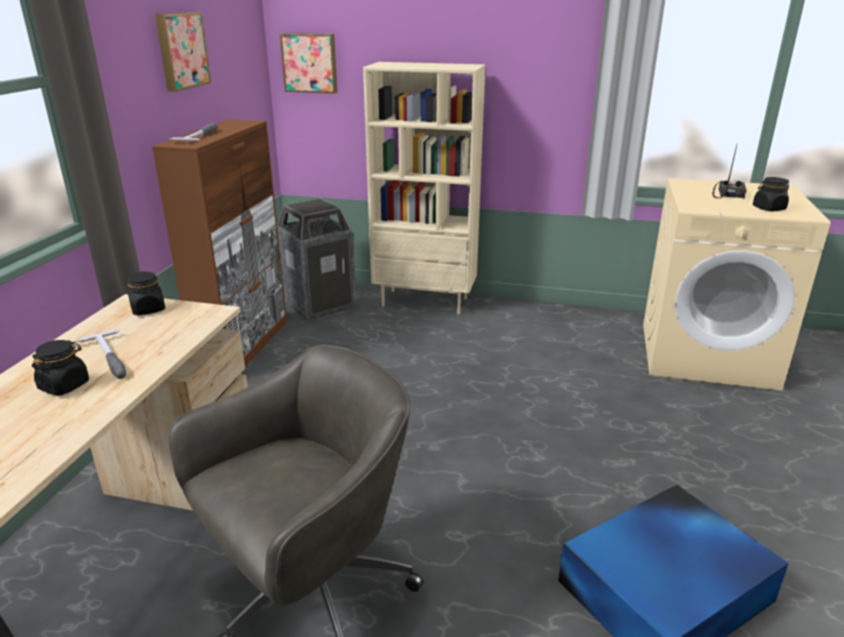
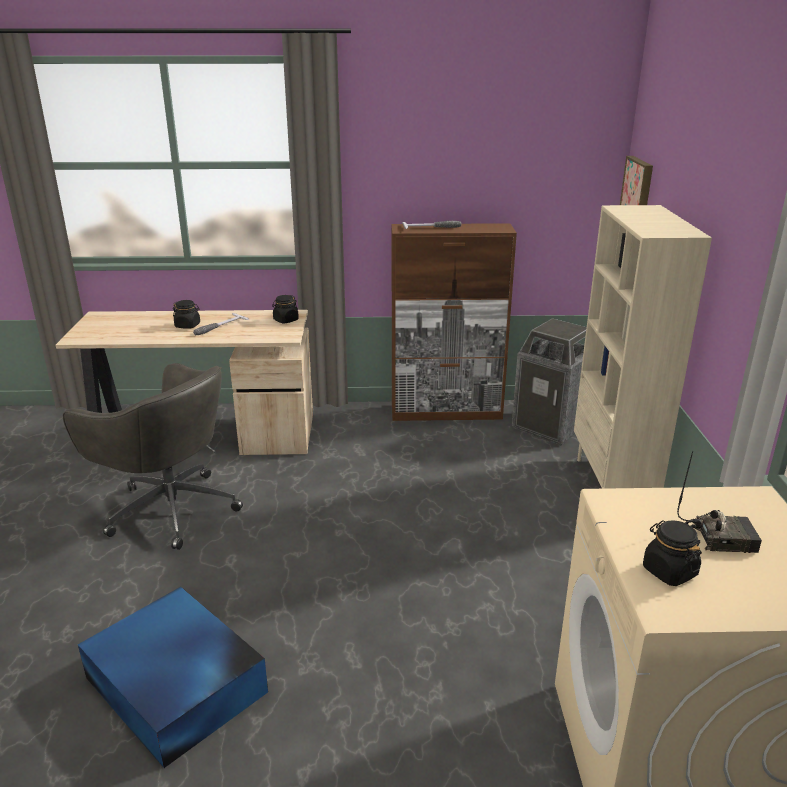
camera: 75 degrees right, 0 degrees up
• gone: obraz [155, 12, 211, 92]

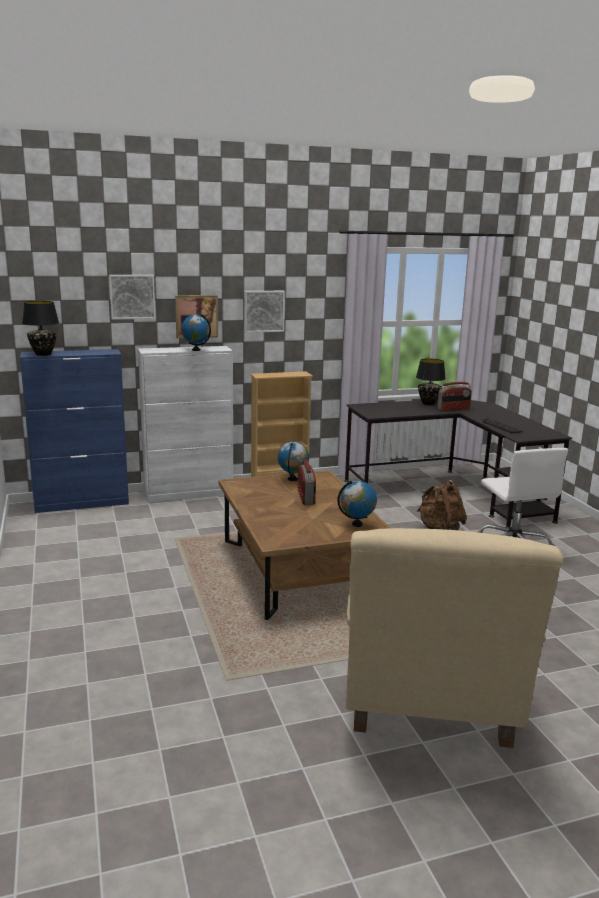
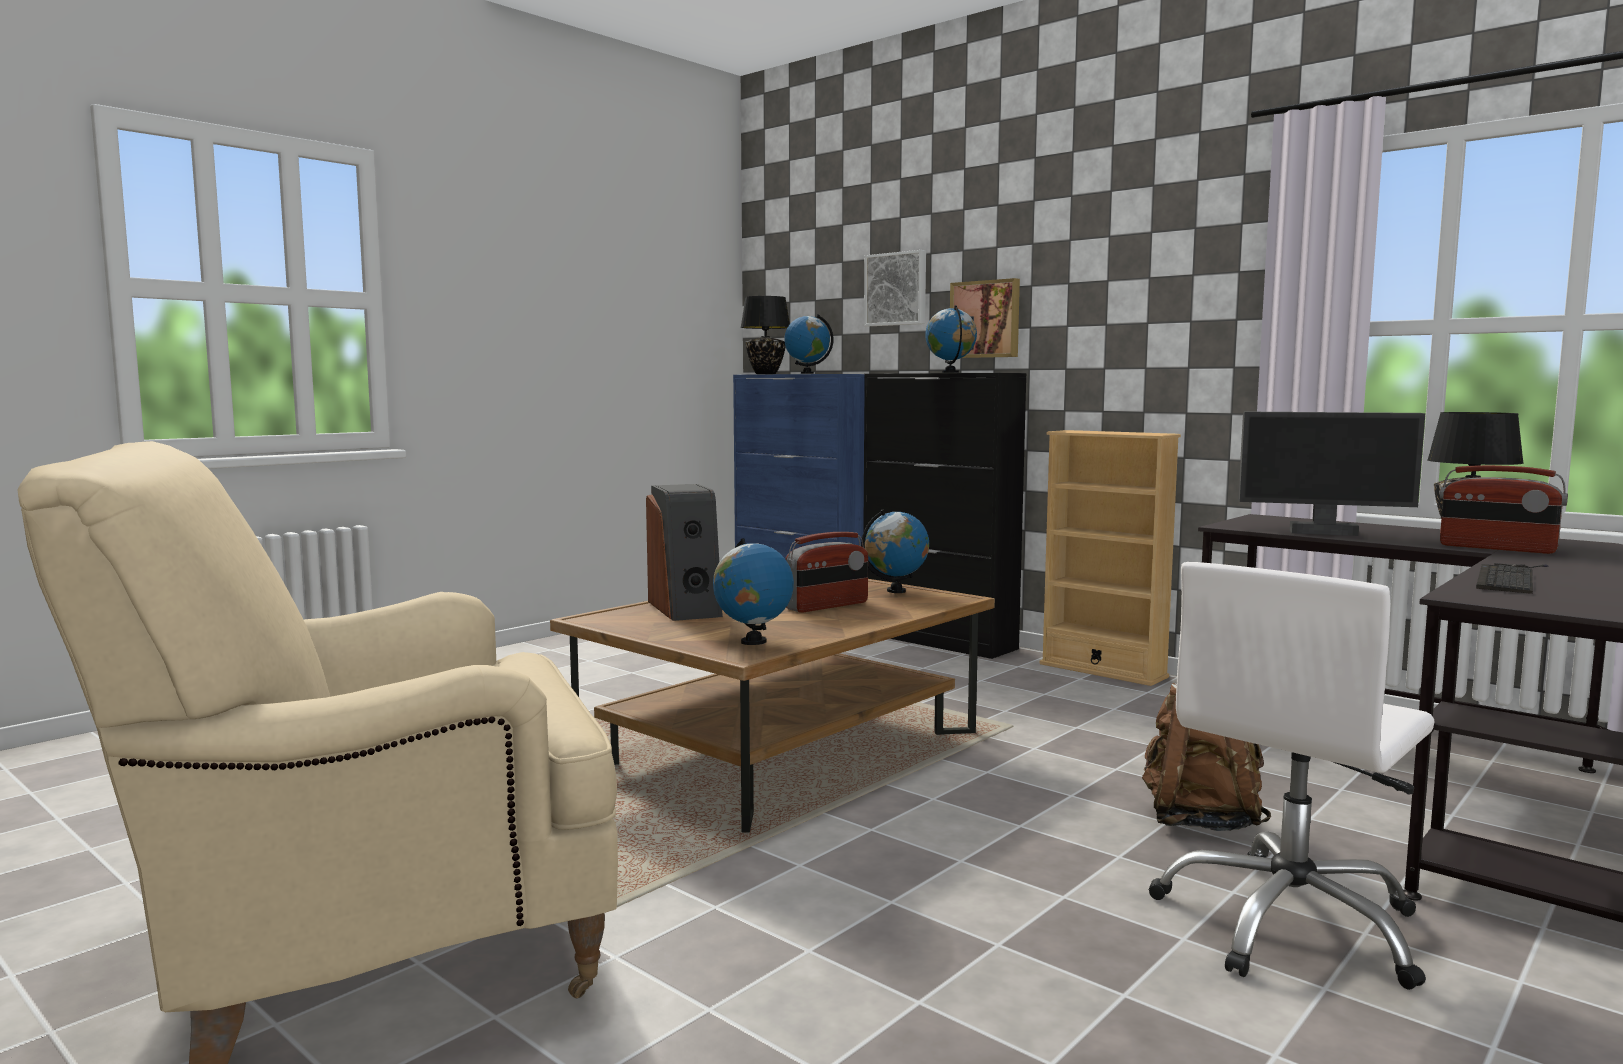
camera: 60 degrees right, 10 degrees down
• gone: obraz [244, 291, 285, 333]
• new: głośnik [646, 484, 723, 621]
• new: globus [784, 314, 833, 374]
• new: monitor [1238, 411, 1425, 536]
• repainted: szafka (biały) [138, 346, 233, 503] to szafka (czarny) [863, 373, 1027, 659]

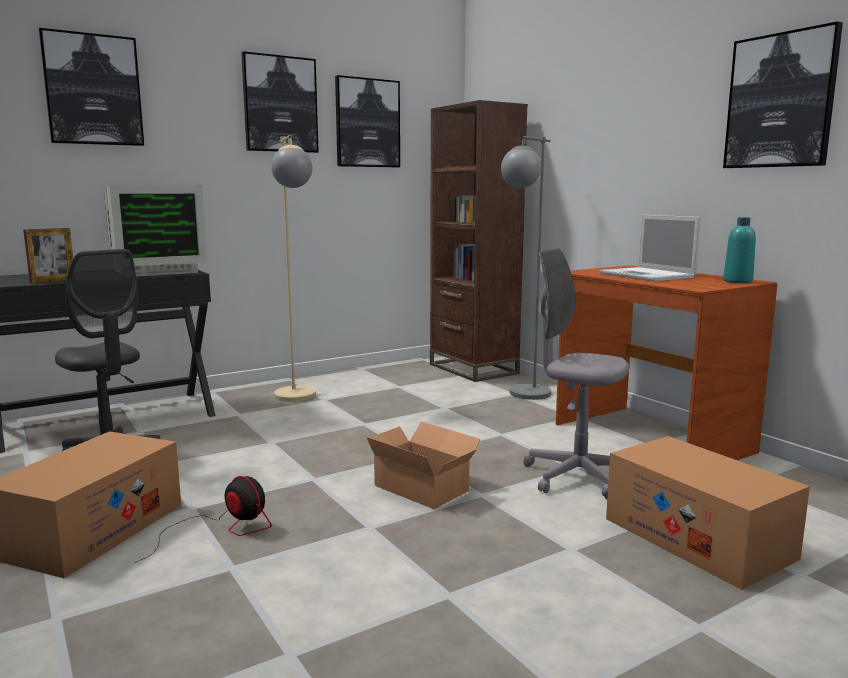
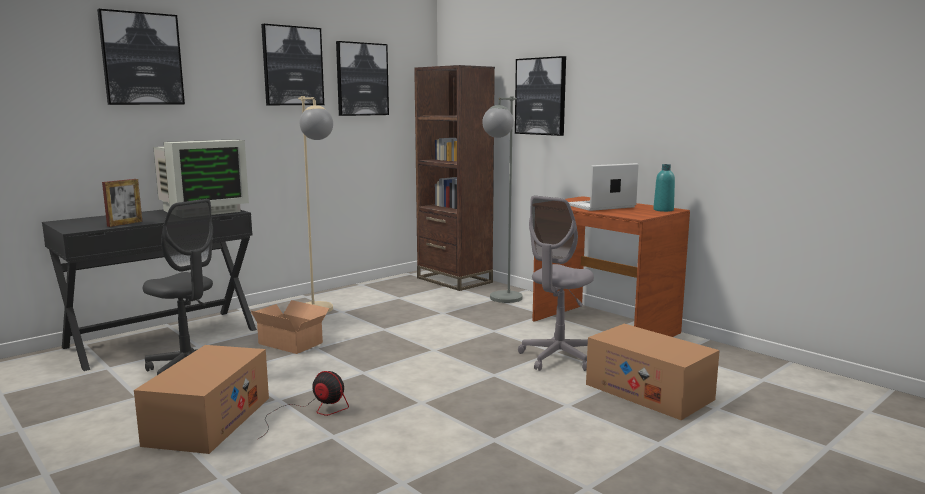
camera: 10 degrees left, 0 degrees up
• shifted: karton [366, 422, 480, 509] to [251, 300, 329, 354]
• shifted: obraz [723, 21, 843, 168] to [515, 56, 566, 136]
• rotated: krzesło biurowe (szary) [523, 248, 629, 499] = [518, 196, 594, 371] 75 degrees counterclockwise
• rotated: laptop [600, 215, 701, 282] = [569, 163, 639, 211] 105 degrees clockwise

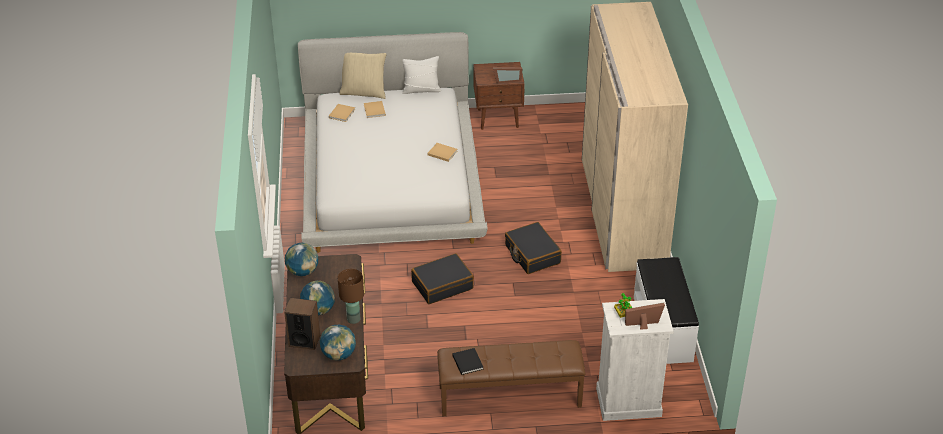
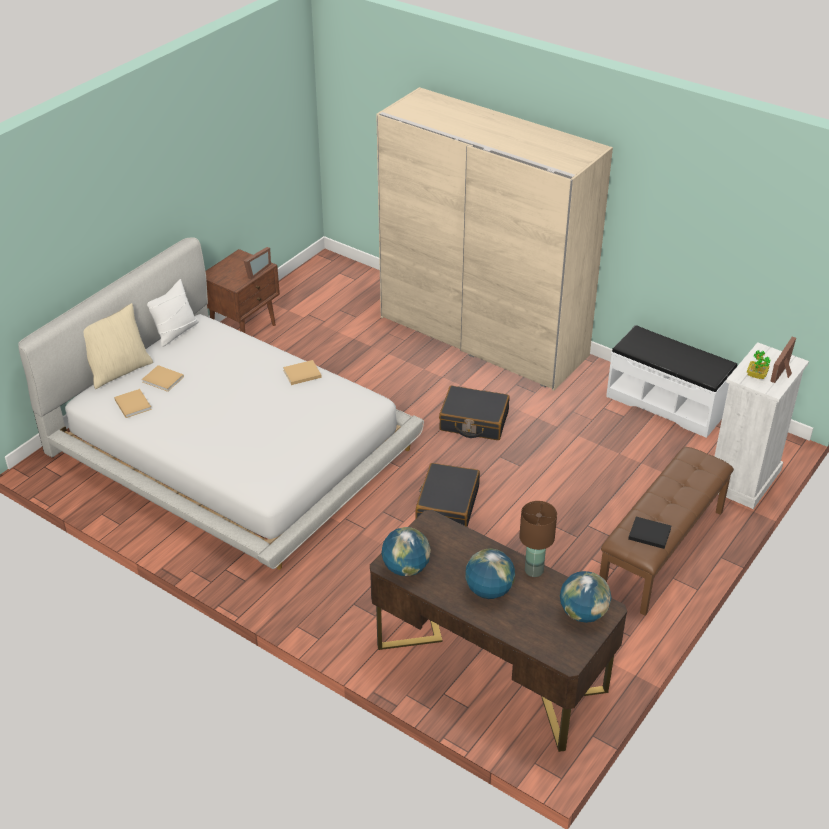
camera: 50 degrees left, 0 degrees up
• gone: głośnik [284, 298, 320, 350]

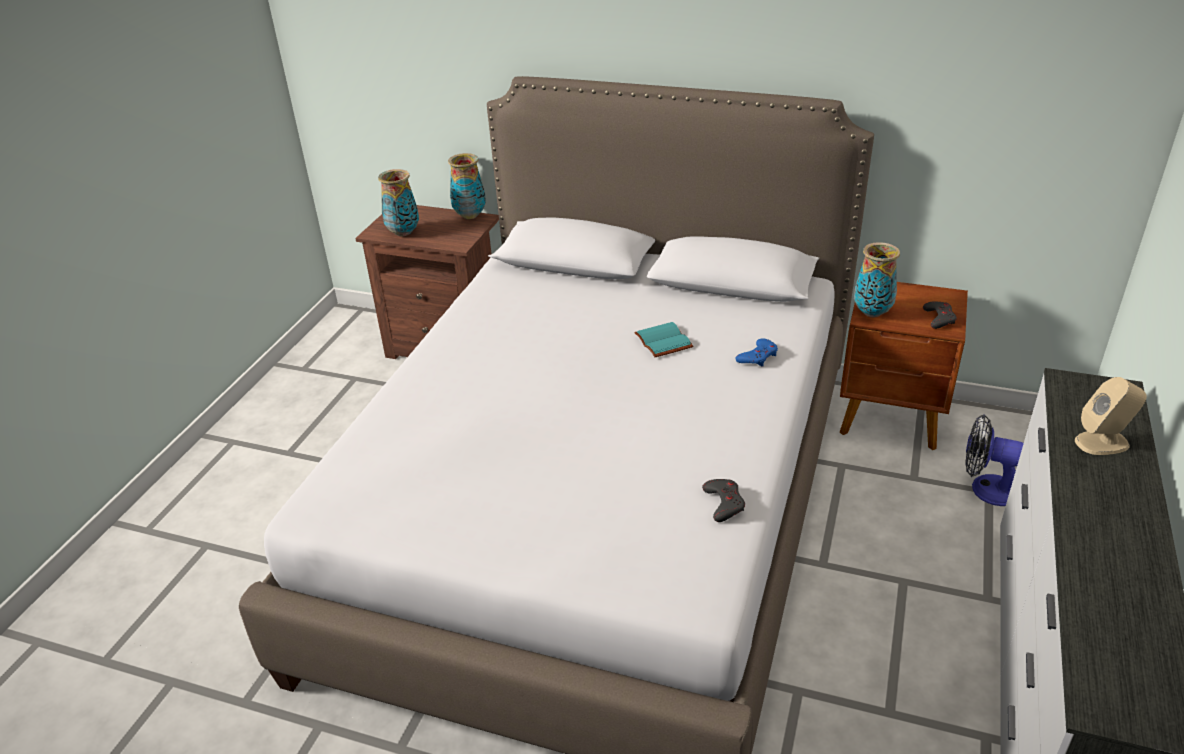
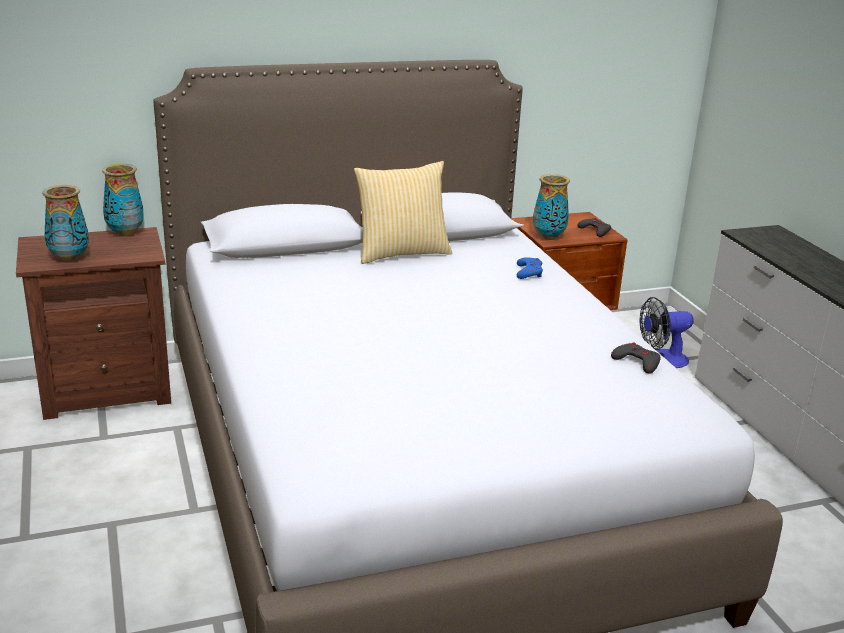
camera: 40 degrees left, 10 degrees down
• gone: książka (turkusowy) [634, 322, 693, 357]
• gone: głośnik (beżowy) [1075, 377, 1147, 455]
• new: poduszka [354, 161, 452, 264]

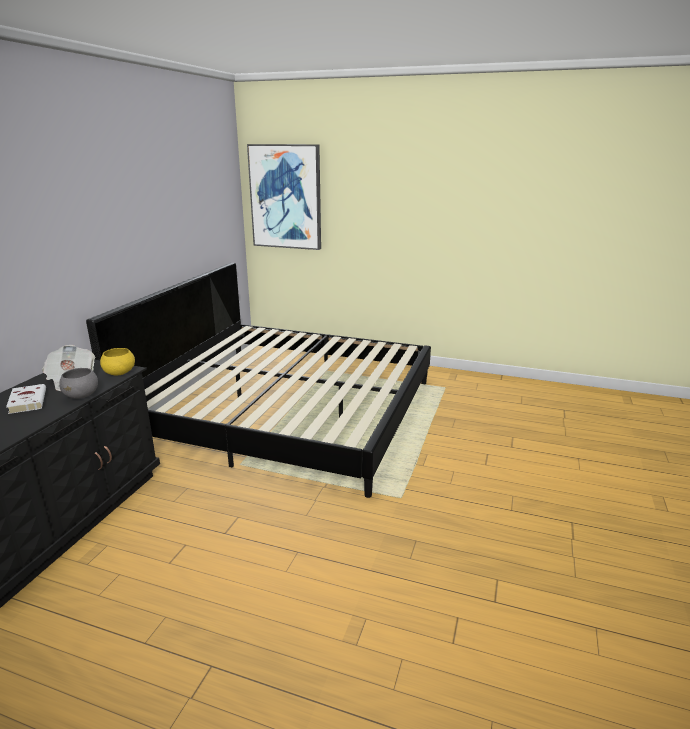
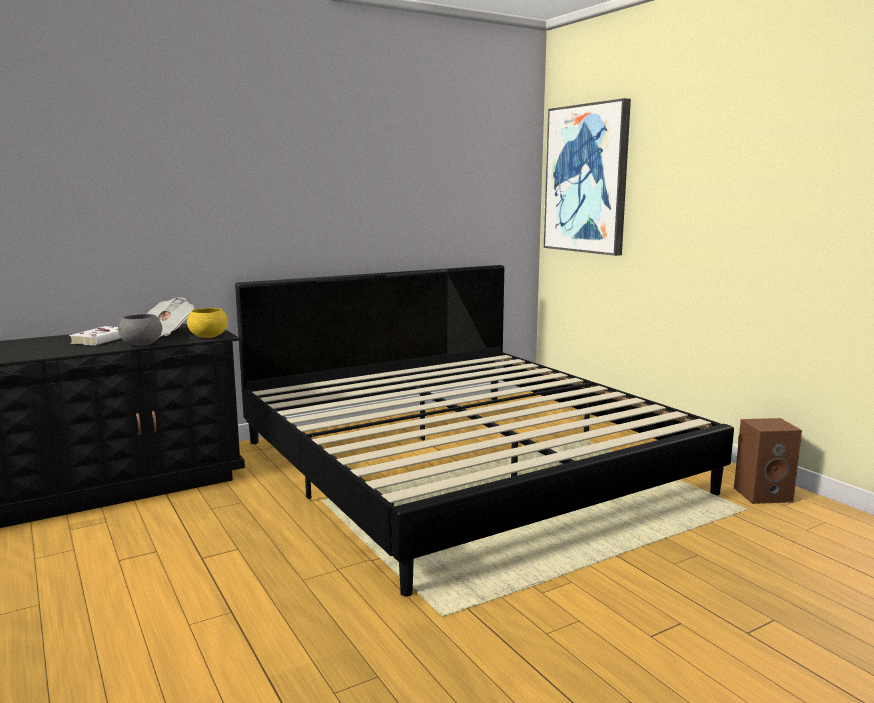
camera: 40 degrees right, 10 degrees down
• new: głośnik (brązowy) [734, 418, 802, 504]

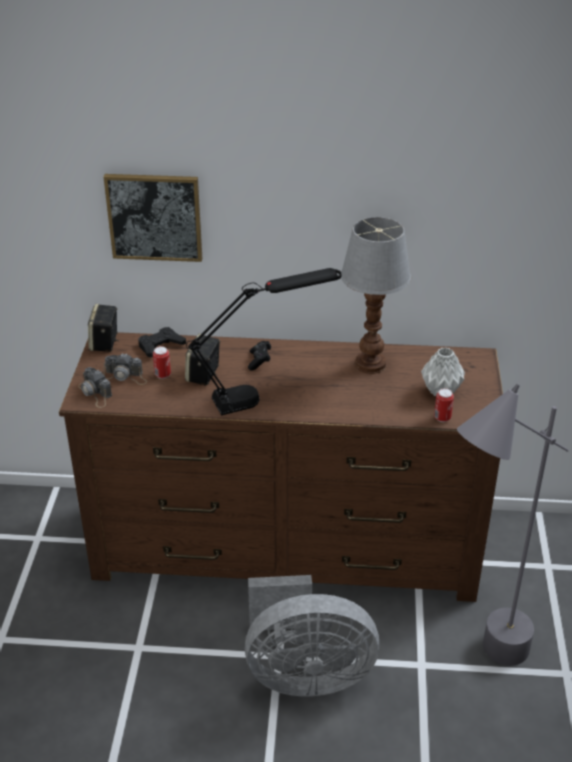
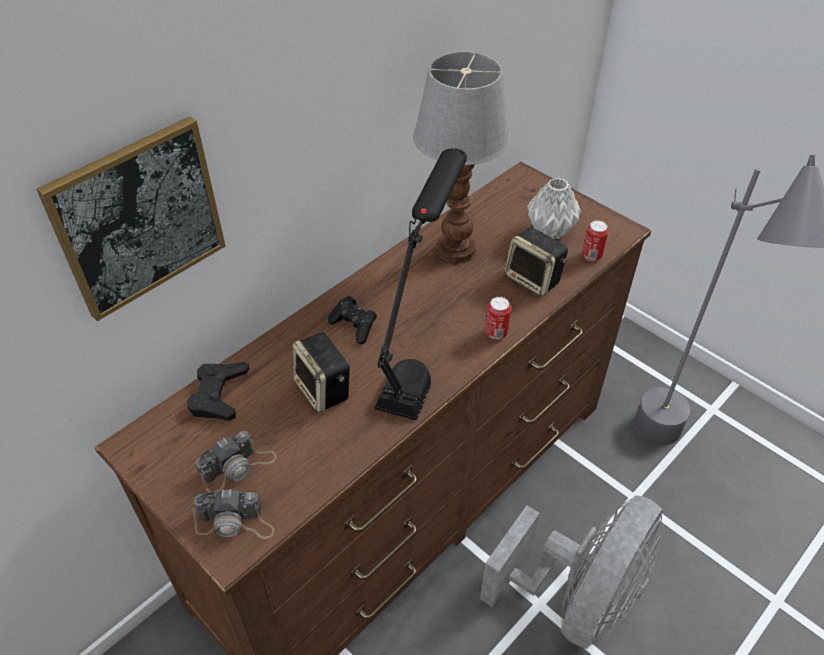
camera: 50 degrees left, 10 degrees up
• shifted: głośnik [88, 304, 118, 352] to [505, 227, 568, 297]
• shifted: puszka [153, 346, 171, 379] to [485, 297, 511, 340]

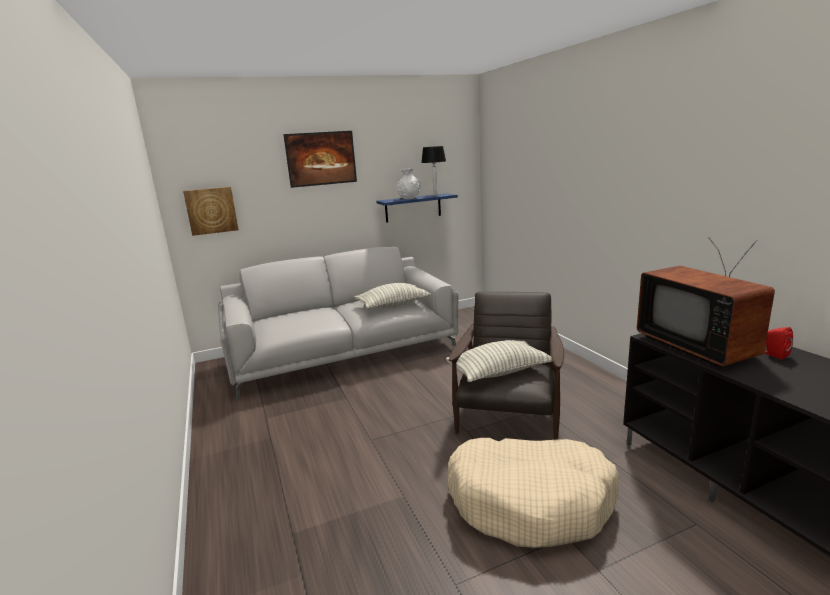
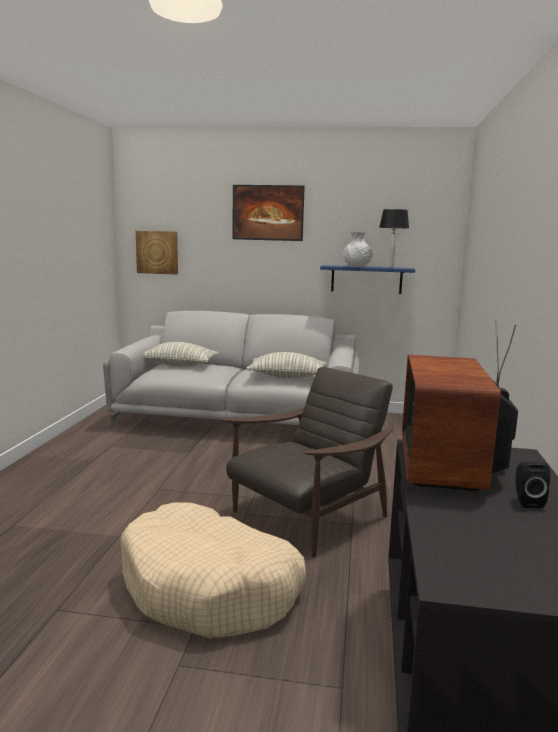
camera: 30 degrees right, 5 degrees down
• shifted: poduszka [446, 340, 553, 382] to [144, 342, 219, 366]
• repainted: głośnik (czerwony) [765, 327, 793, 359] to głośnik (czarny) [515, 462, 550, 509]

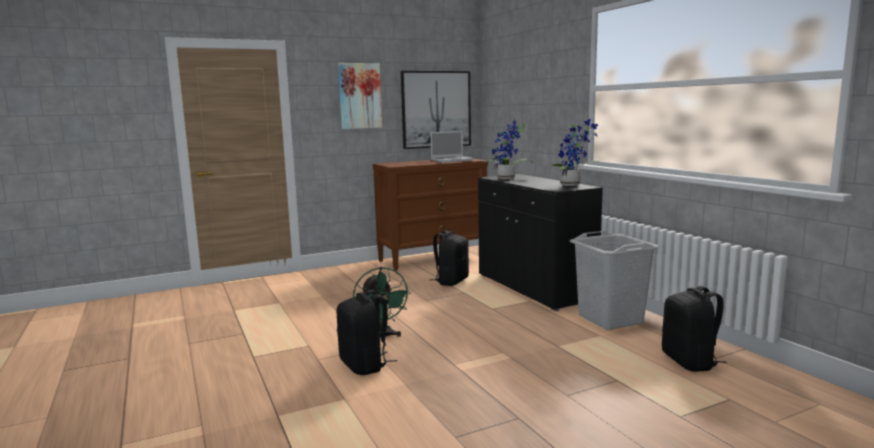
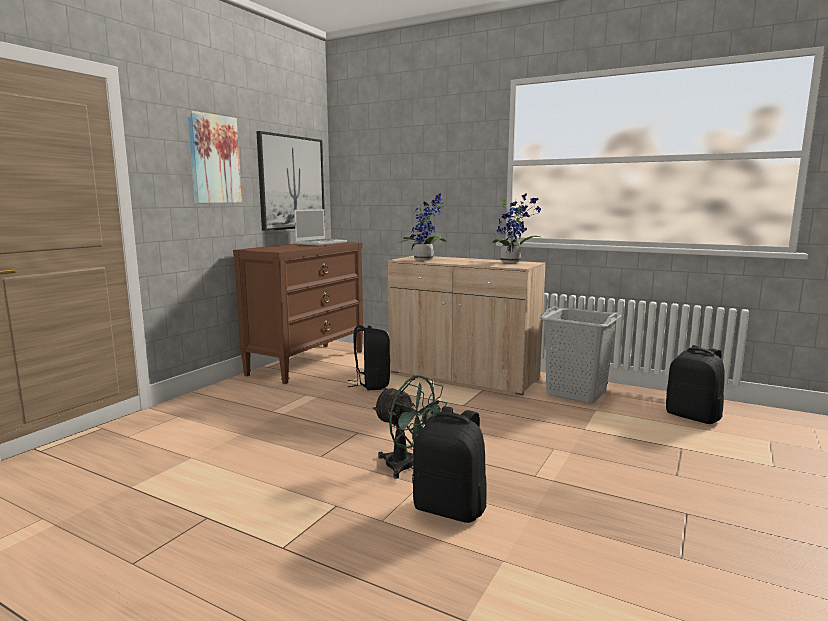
camera: 35 degrees left, 0 degrees up
• repainted: szafka (czarny) [478, 174, 603, 312] to szafka (beżowy) [388, 256, 546, 395]

